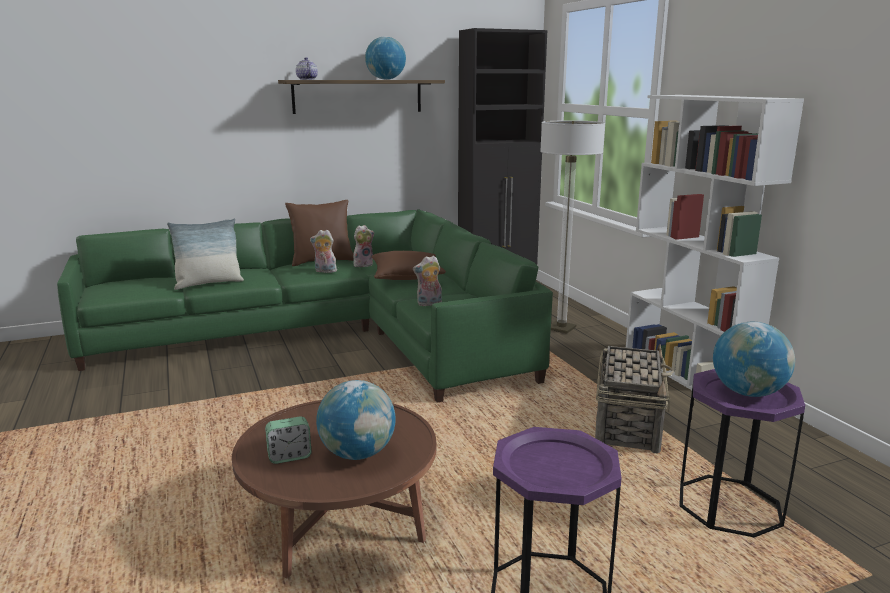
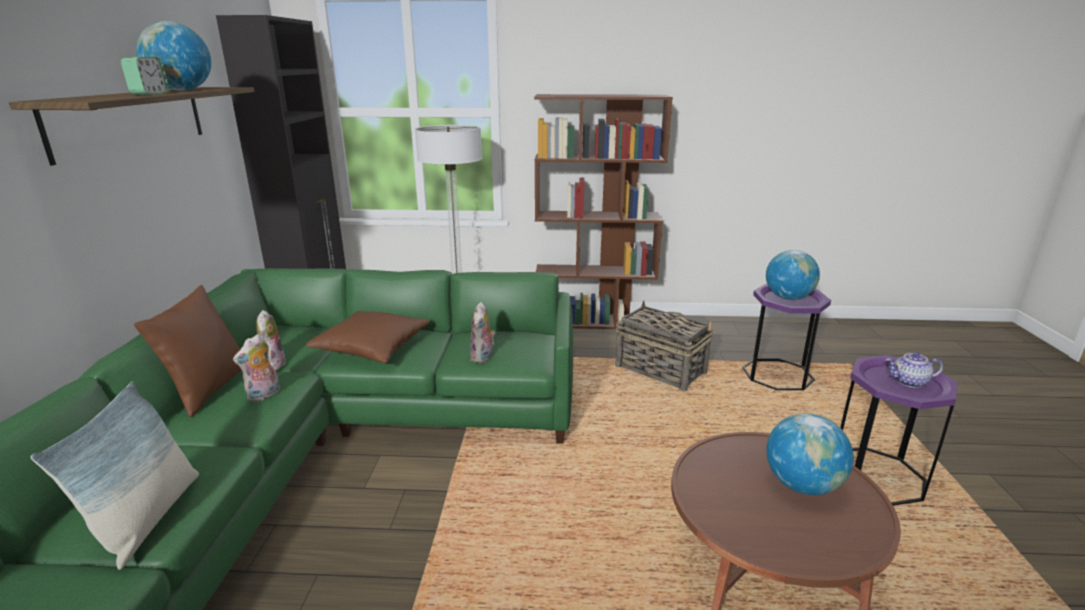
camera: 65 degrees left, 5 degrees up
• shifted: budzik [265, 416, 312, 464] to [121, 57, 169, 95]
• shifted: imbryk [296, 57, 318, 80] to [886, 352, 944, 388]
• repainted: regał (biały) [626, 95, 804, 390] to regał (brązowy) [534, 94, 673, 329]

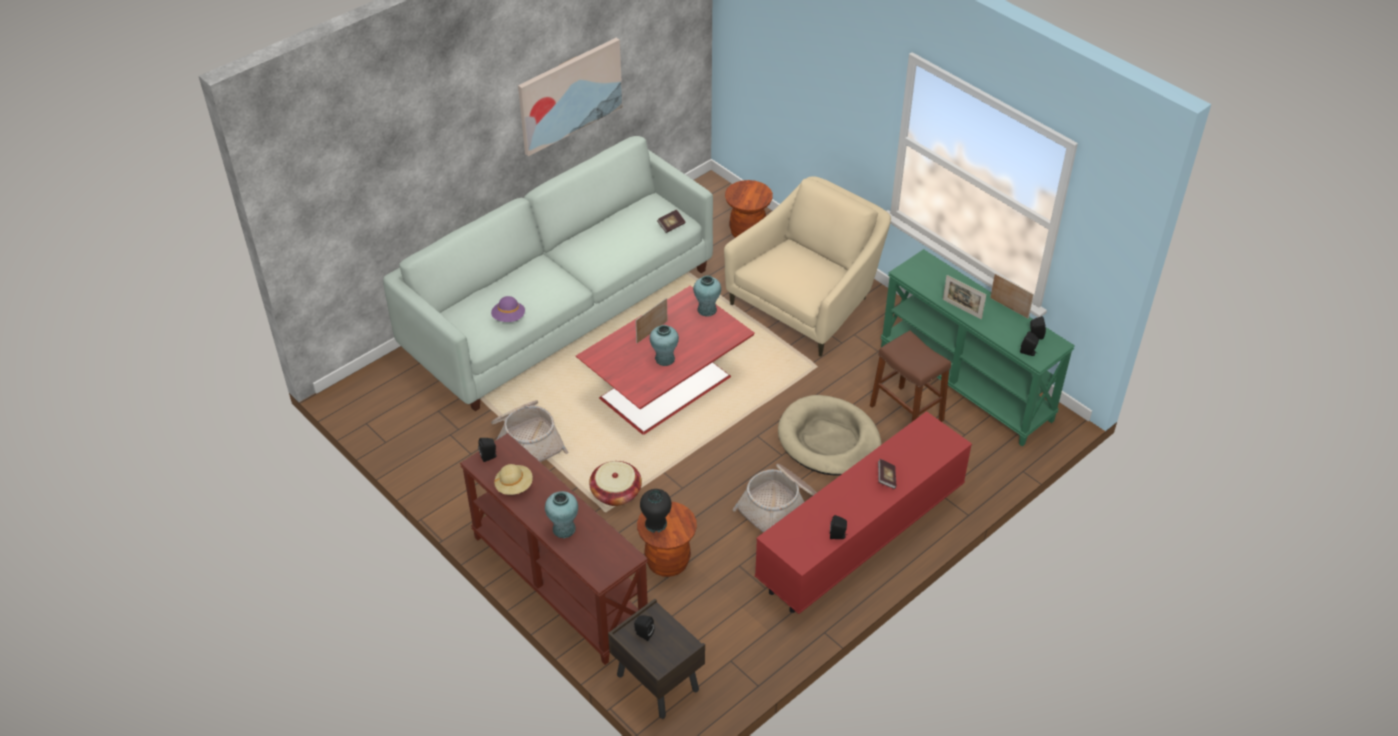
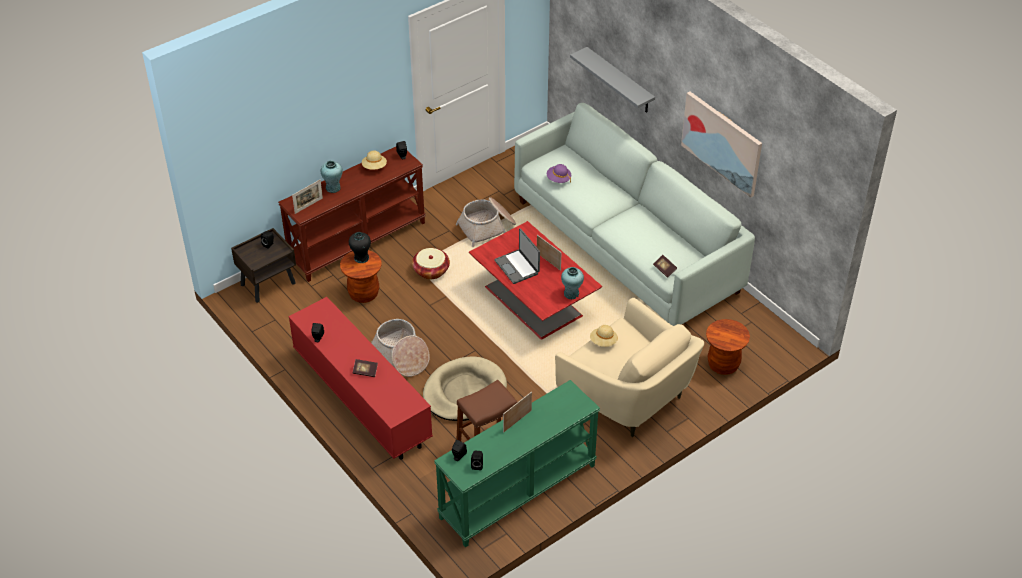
camera: 95 degrees right, 0 degrees up
• new: półka (szary) [570, 47, 655, 113]
• new: kapelusz (beżowy) [590, 325, 618, 347]
• shifted: ramka na zdjęcie [990, 273, 1034, 319] to [292, 180, 323, 214]
• swapped: wazon (turkusowy) [650, 325, 679, 366] to laptop [494, 228, 540, 284]

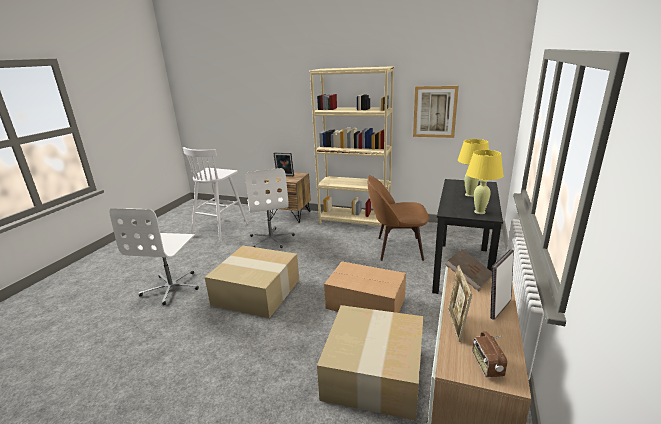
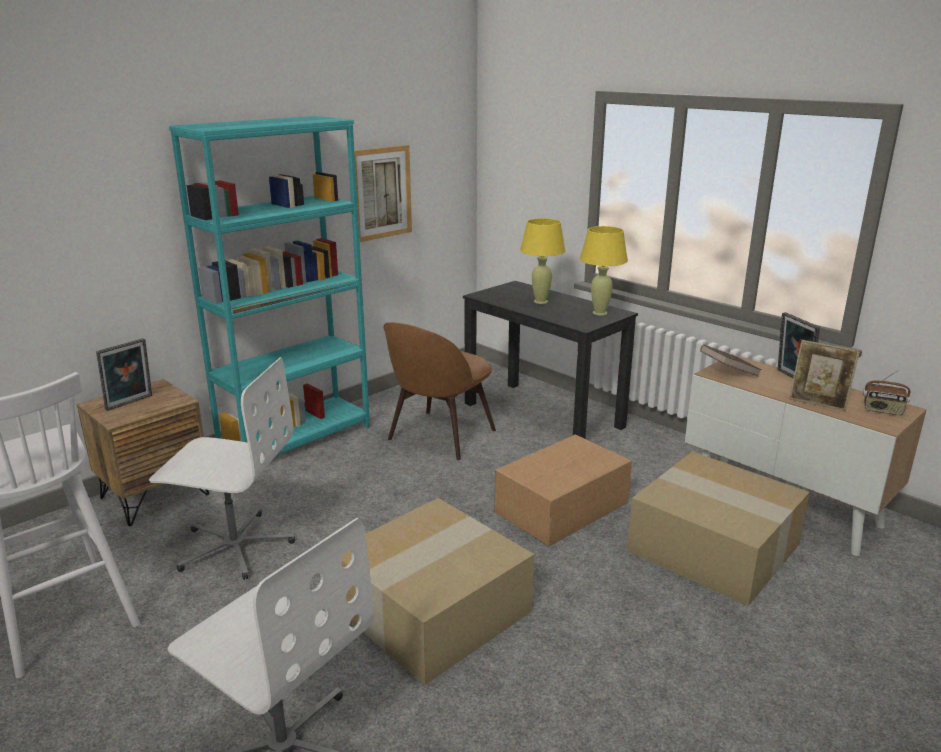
camera: 65 degrees left, 0 degrees up
• repainted: regał (beżowy) [309, 66, 394, 231] to regał (turkusowy) [169, 116, 370, 455]

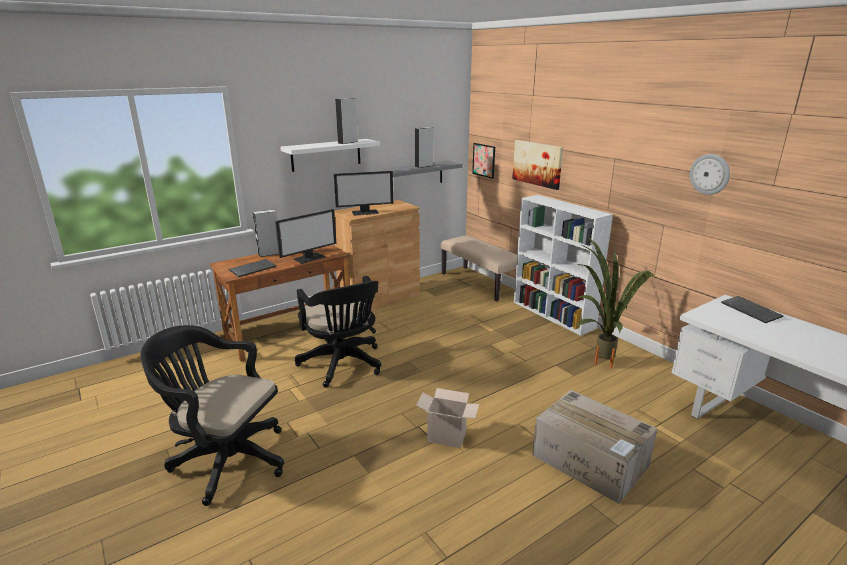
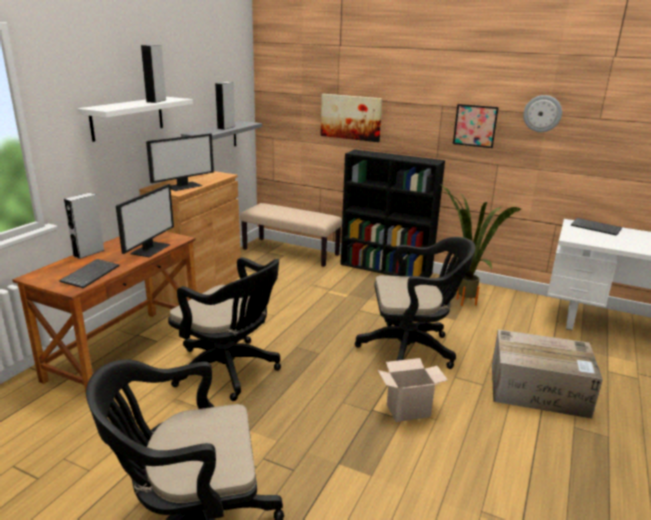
camera: 30 degrees left, 0 degrees up
• new: krzesło biurowe (czarny) [355, 237, 476, 369]
• shifted: obraz [472, 143, 495, 179] to [453, 104, 499, 148]
• repainted: regał (biały) [514, 195, 613, 336] to regał (czarny) [340, 149, 445, 278]

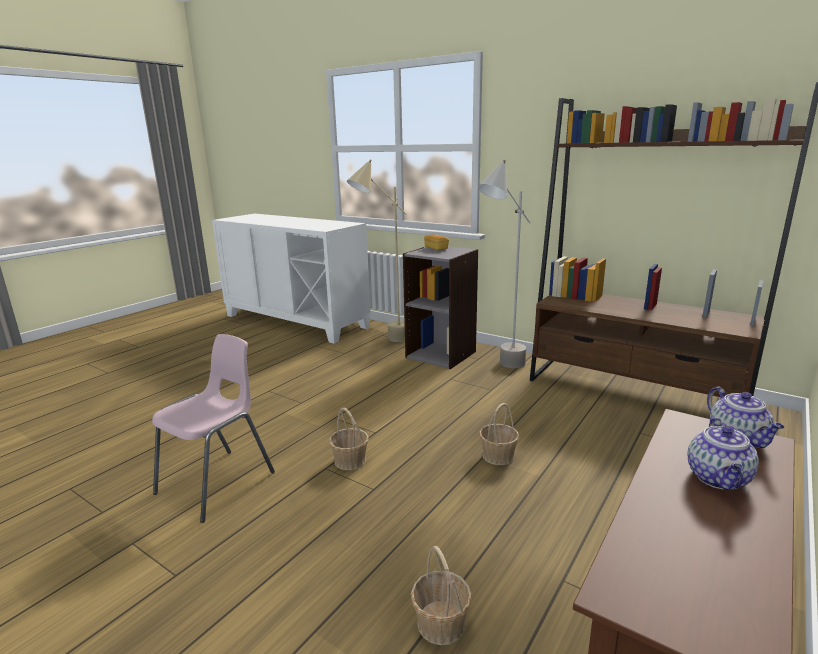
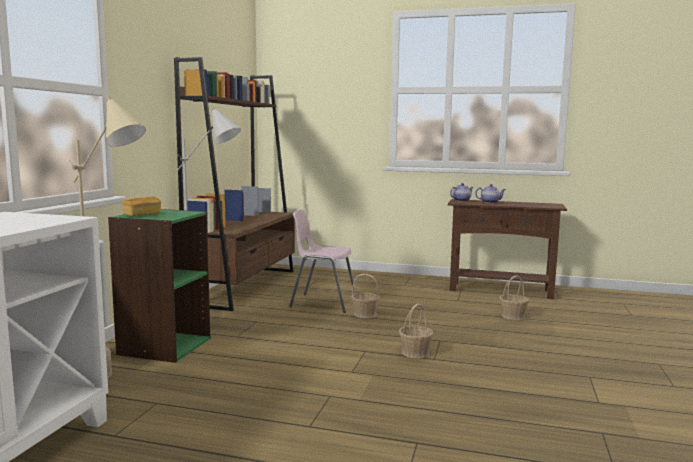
camera: 110 degrees left, 10 degrees down
• shifted: krzesło (różowy) [152, 334, 275, 523] to [289, 210, 356, 313]
• repainted: regał (szary) [403, 246, 478, 369] to regał (zielony) [108, 209, 210, 363]

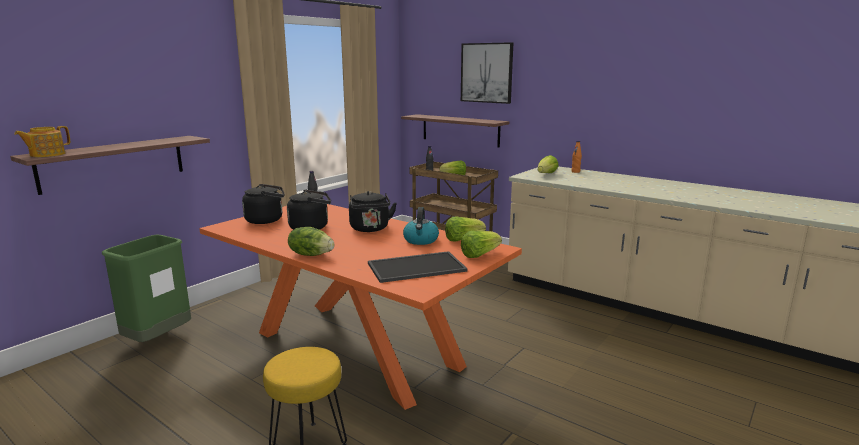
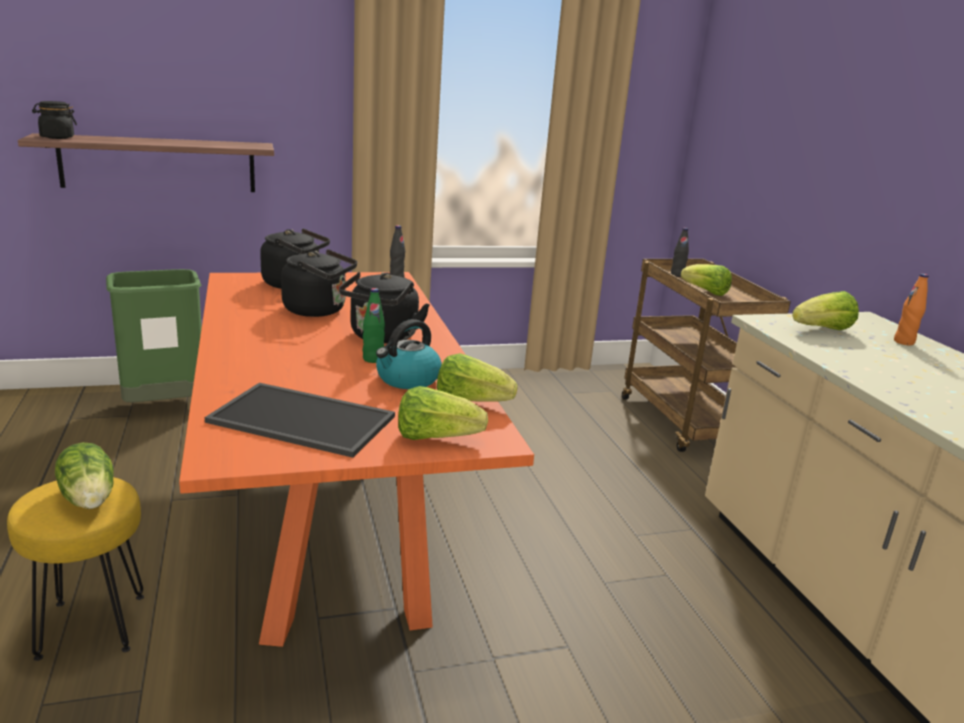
camera: 35 degrees right, 5 degrees up
• gone: półka [401, 114, 509, 147]
• gone: obraz [461, 42, 513, 104]
• new: butelka (zielony) [363, 288, 385, 363]
• shifted: sałata [288, 227, 334, 256] to [55, 442, 113, 509]
• swapped: imbryk [14, 126, 70, 157] to słoik (czarny) [32, 101, 77, 139]

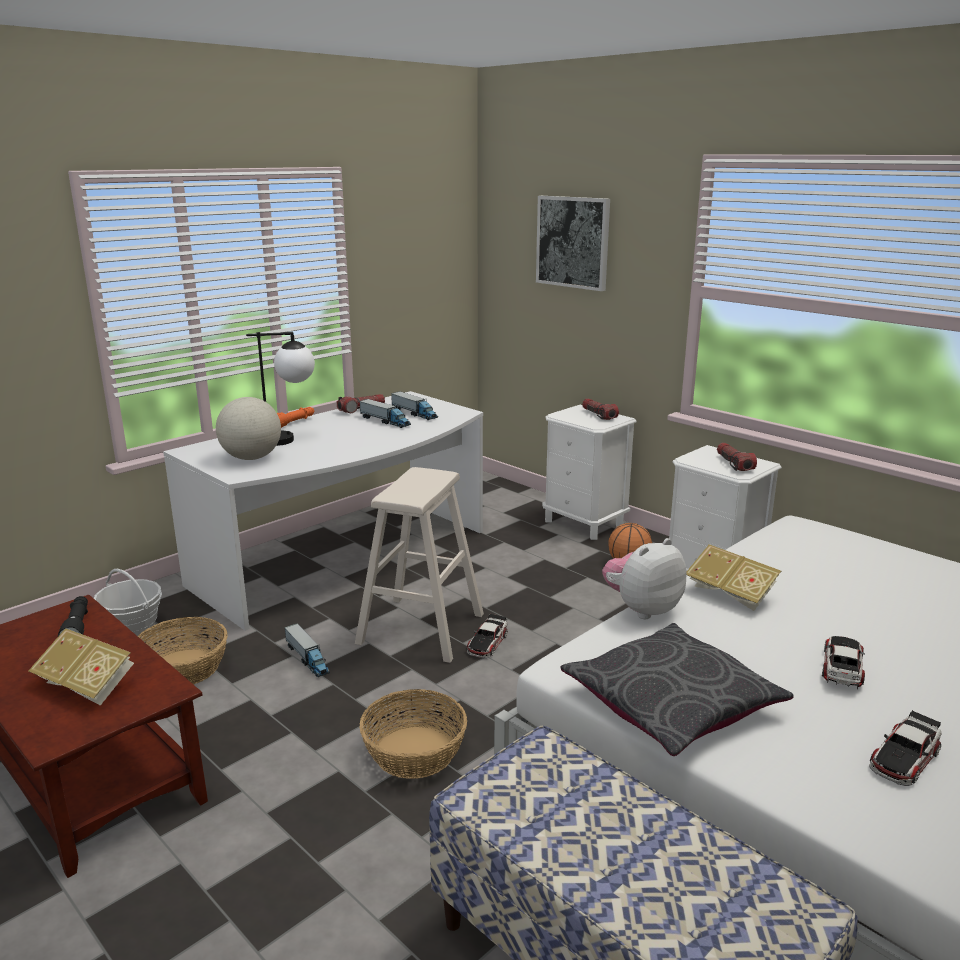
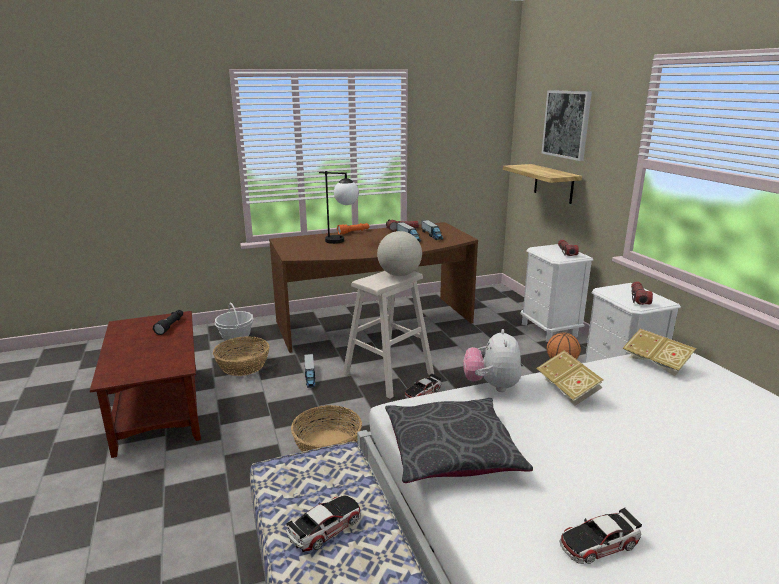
camera: 25 degrees right, 0 degrees up
• new: półka [503, 164, 582, 204]
• shifted: książka [29, 628, 134, 706] to [622, 329, 696, 376]
• shifted: globus [216, 397, 281, 460] to [377, 231, 422, 276]
• shifted: samochodzik [822, 636, 865, 689] to [286, 496, 361, 552]
• repainted: biurko (biały) [163, 391, 483, 631] to biurko (brązowy) [269, 222, 478, 353]
• rotated: pluszak [602, 538, 686, 619] = [463, 329, 522, 392] 75 degrees counterclockwise

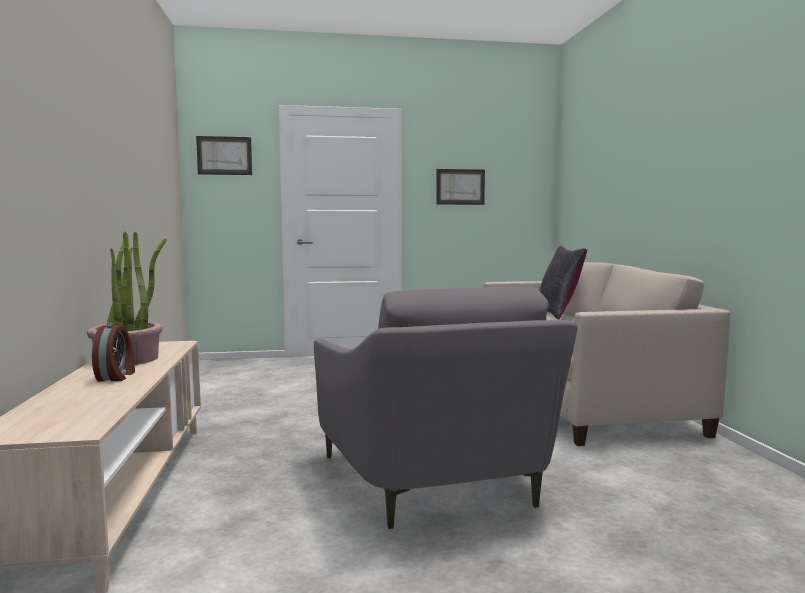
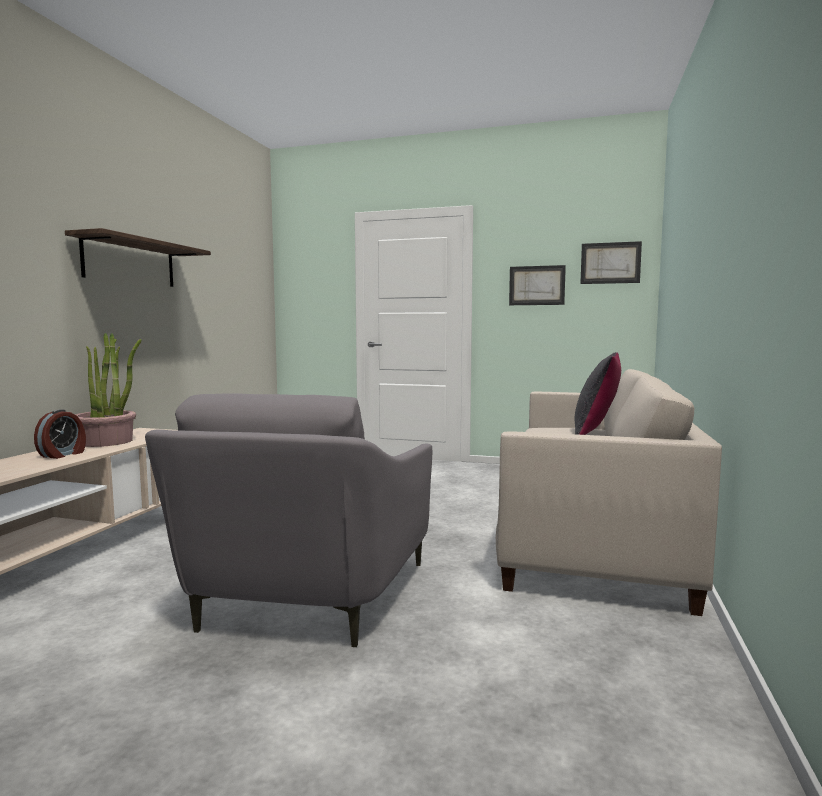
camera: 25 degrees right, 0 degrees up
• new: półka [65, 228, 211, 287]
• shifted: obraz [196, 136, 252, 175] to [580, 241, 642, 284]

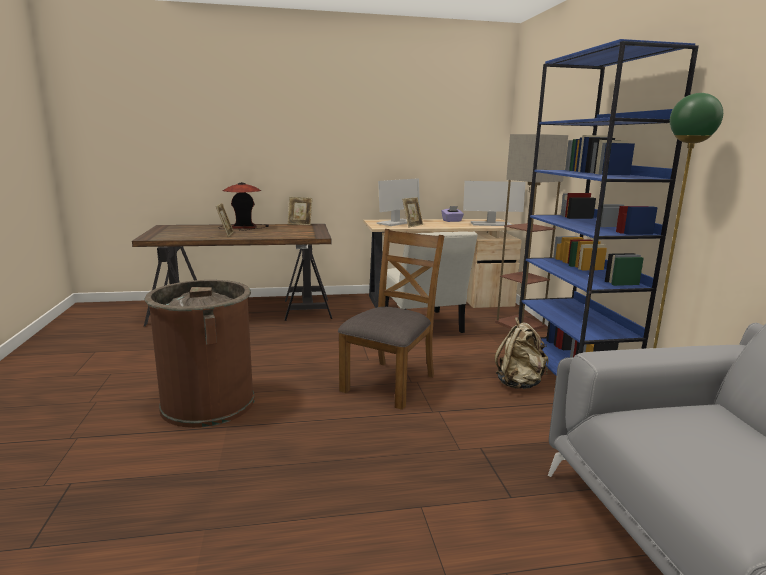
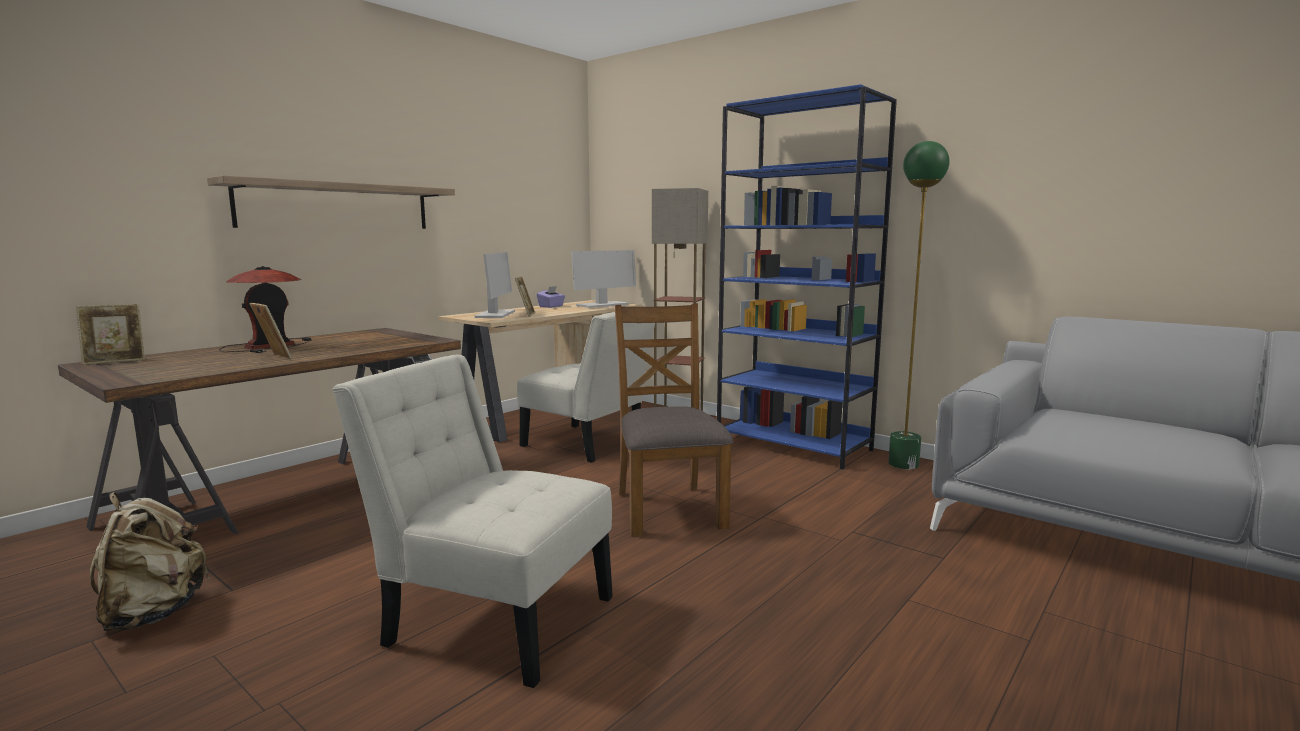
camera: 40 degrees left, 5 degrees down
• new: półka [207, 175, 455, 229]
• shifted: ramka na zdjęcie [288, 197, 312, 225] to [76, 304, 145, 365]
• shifted: plecak (beżowy) [495, 317, 549, 389] to [89, 492, 210, 631]
• swapped: kosz na śmieci (brązowy) [144, 280, 255, 428] to krzesło (biały) [333, 355, 613, 688]

